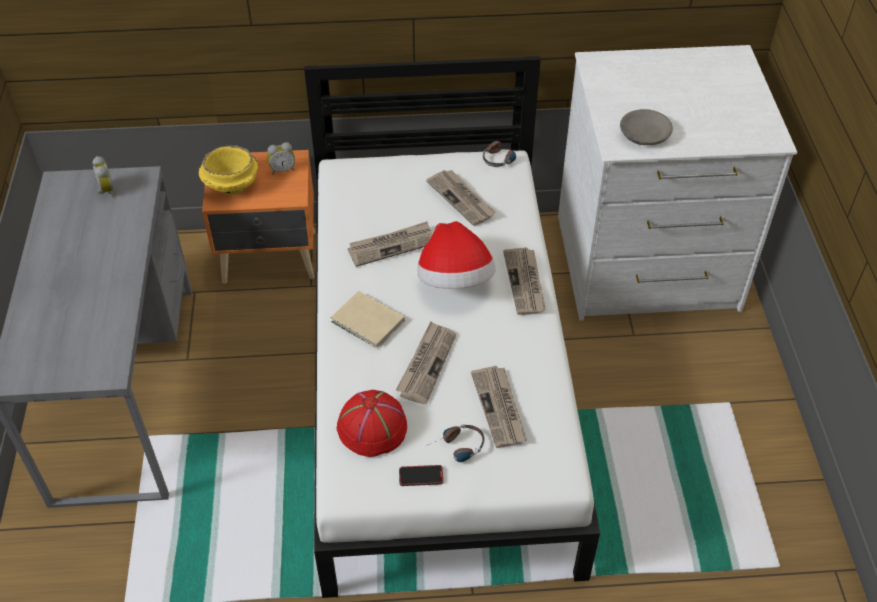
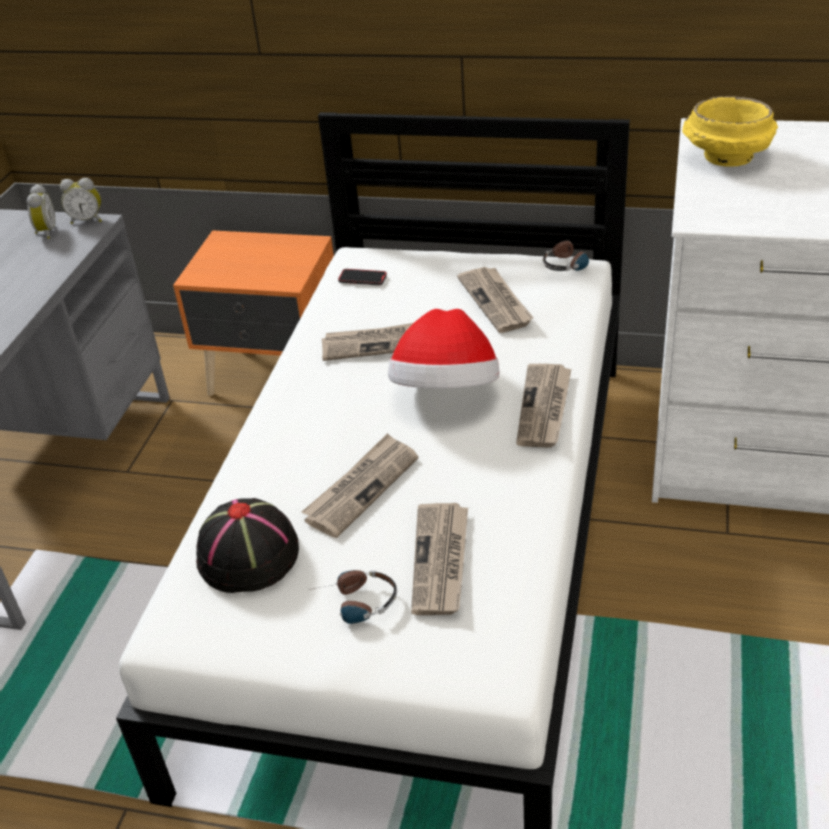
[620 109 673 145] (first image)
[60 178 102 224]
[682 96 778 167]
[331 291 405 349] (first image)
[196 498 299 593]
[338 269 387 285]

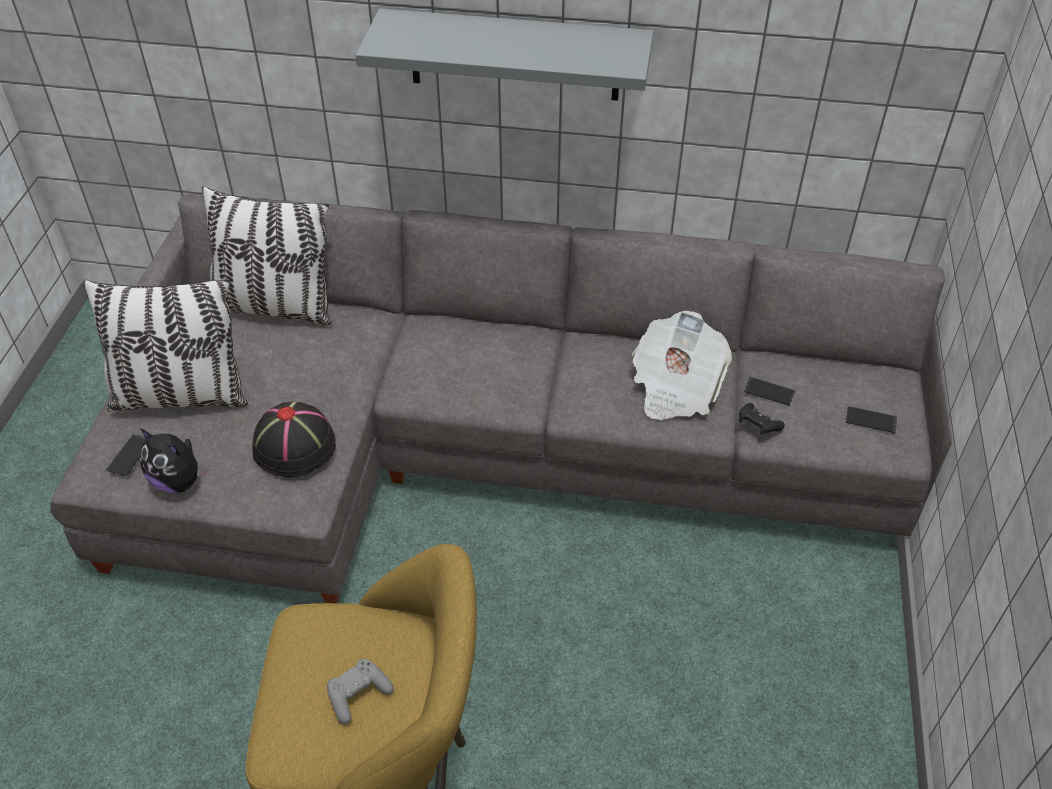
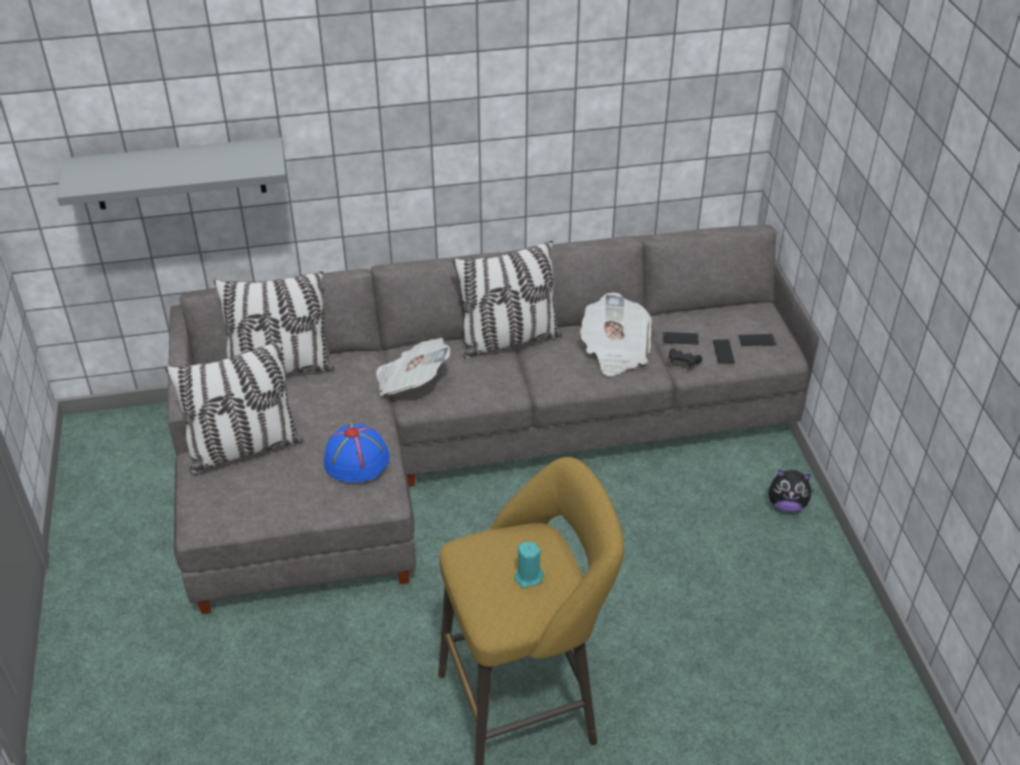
[57 137 287 210]
[324 424 390 483]
[768 470 814 512]
[713 339 735 363]
[514 542 544 589]
[453 240 562 359]
[376 338 450 396]

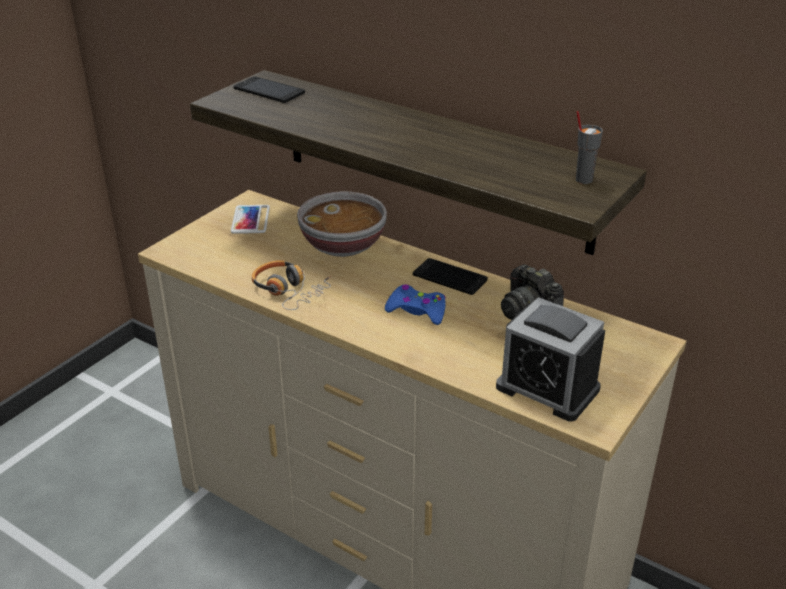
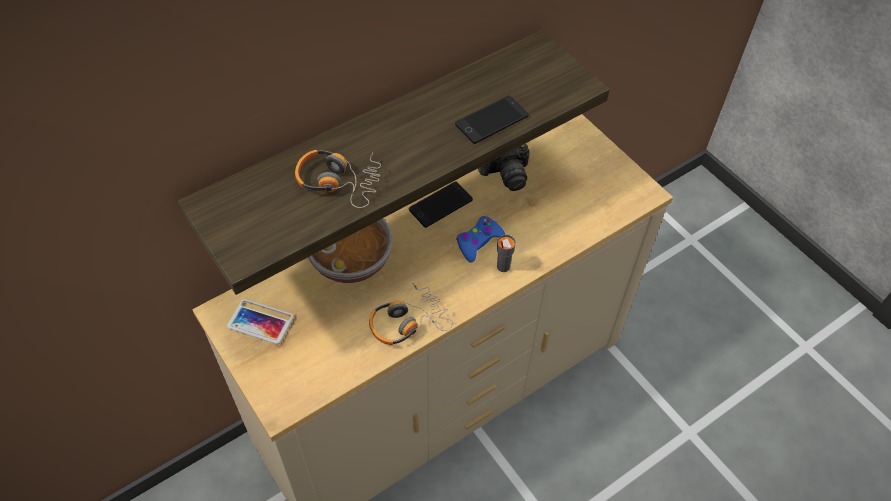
[455 96 529 144]
[497 234 516 272]
[496 297 605 422] (first image)
[295 150 381 208]

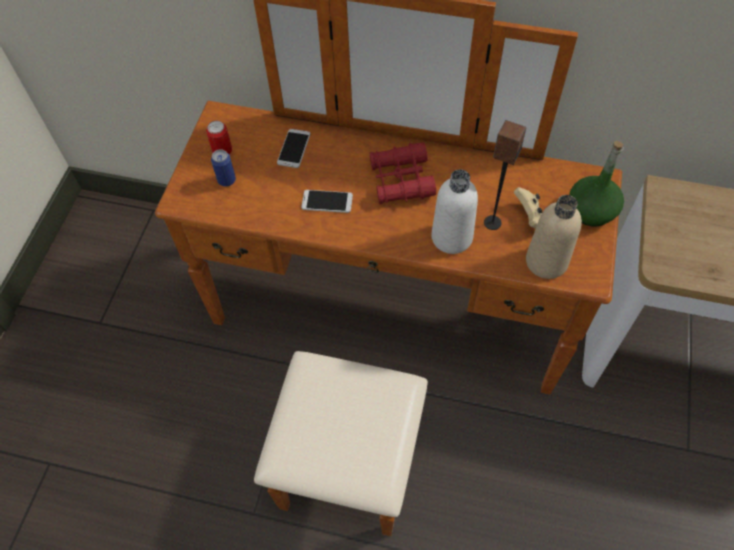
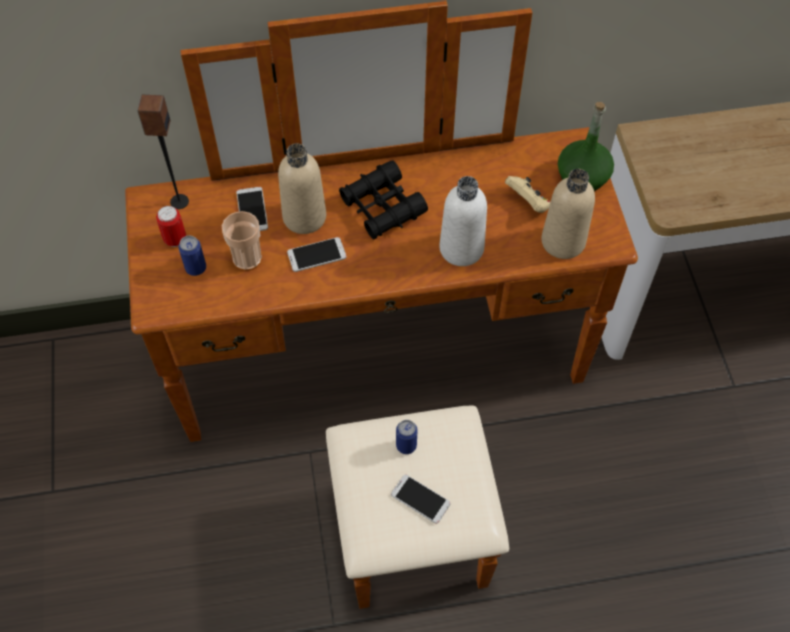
[137 95 189 209]
[339 160 428 239]
[278 143 326 234]
[222 211 262 271]
[396 420 417 454]
[391 474 450 524]

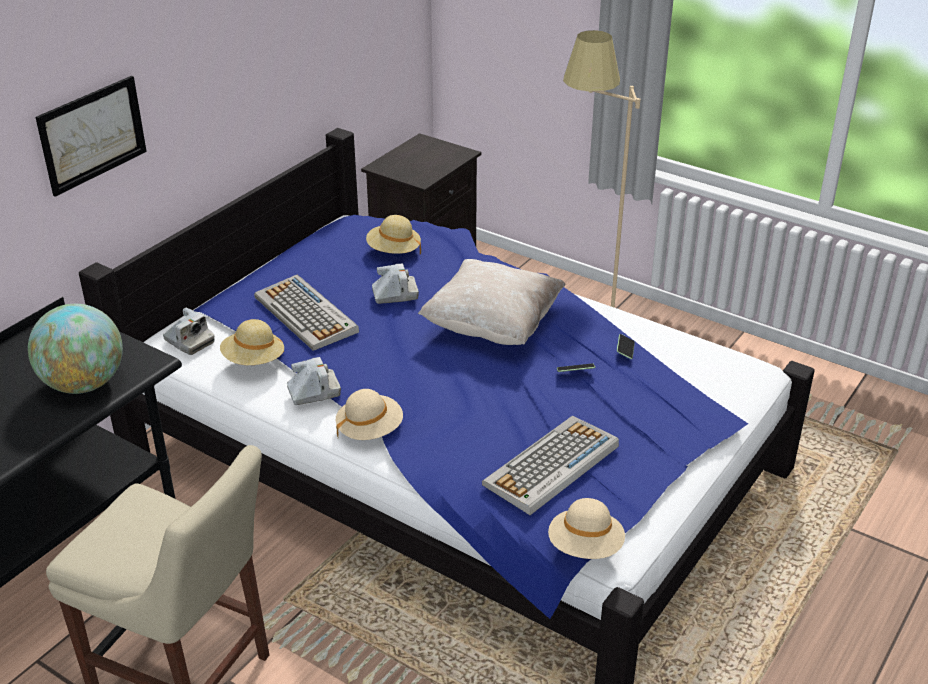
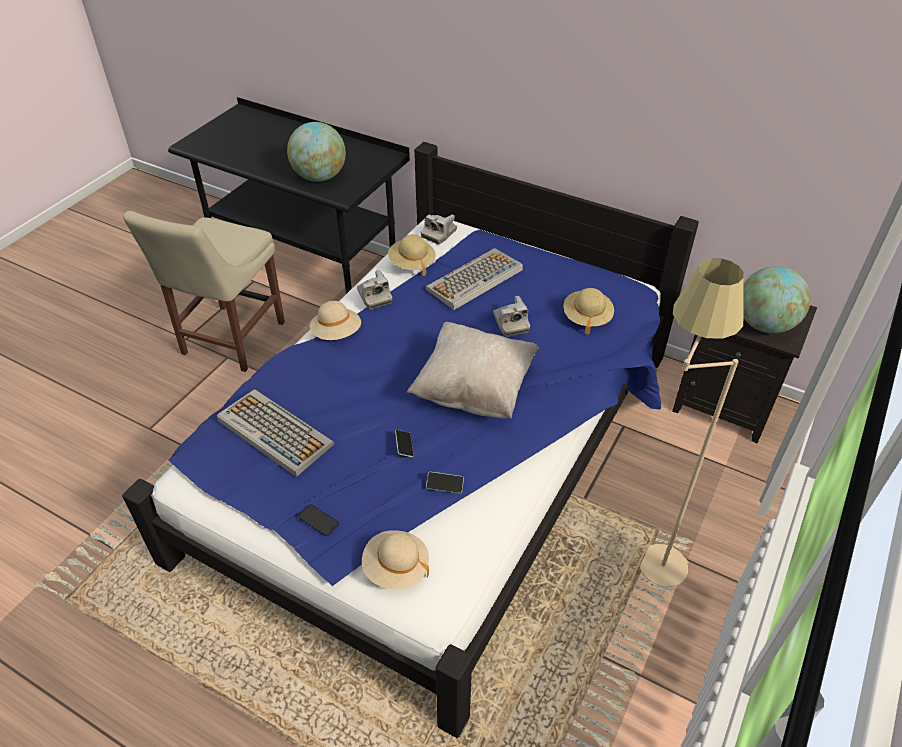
[35 76 147 197] (first image)
[362 530 429 590]
[743 266 811 333]
[298 504 339 536]

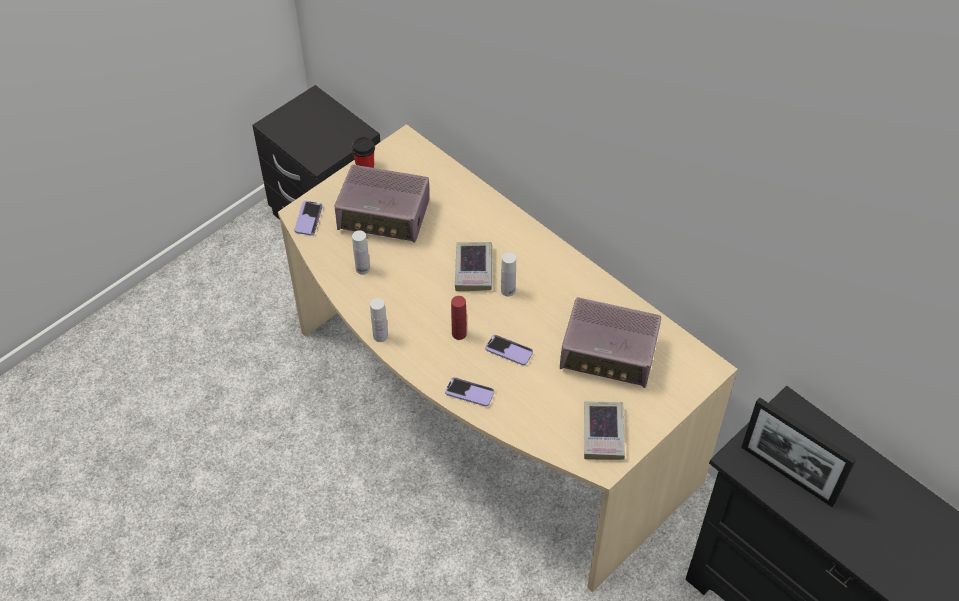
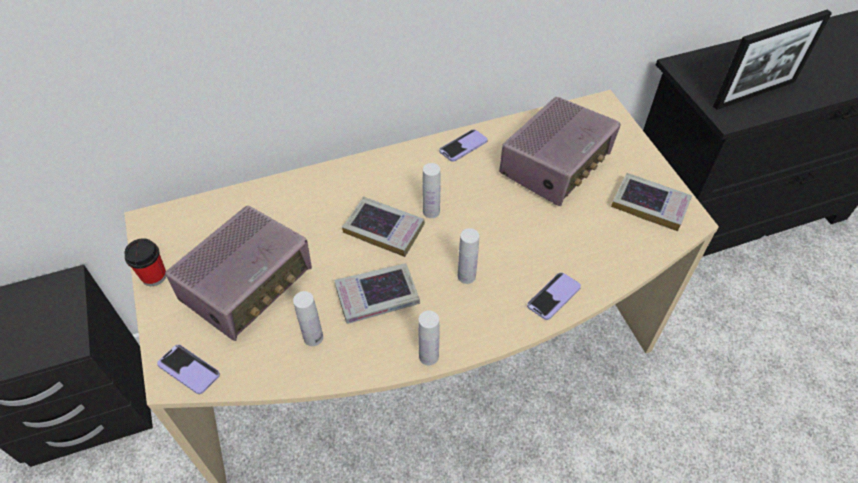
[458 228 479 284]
[439 130 488 162]
[334 263 420 324]

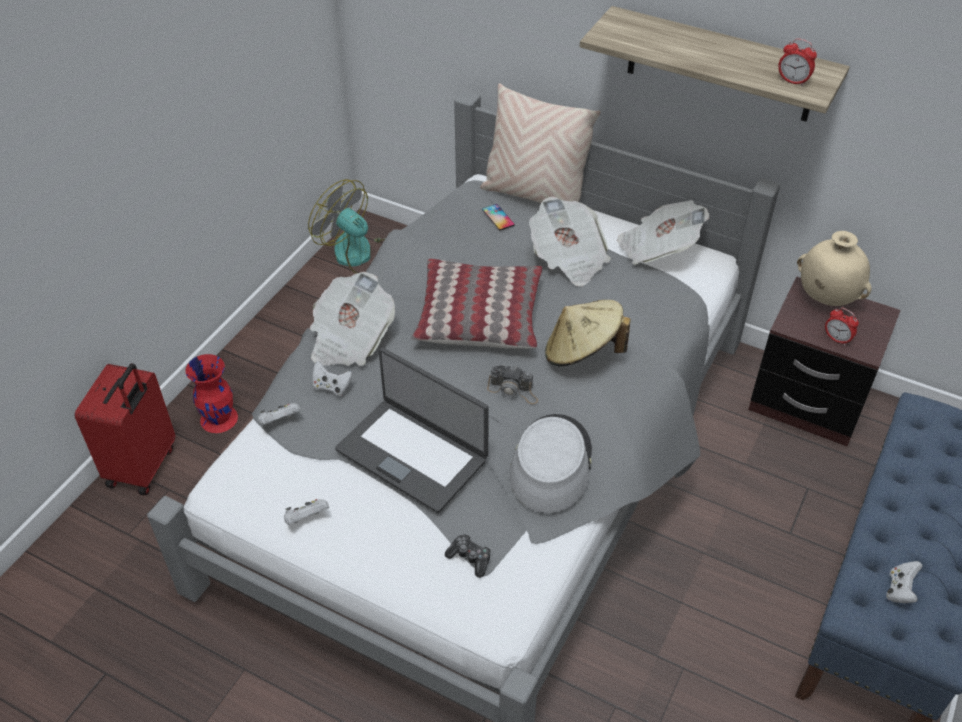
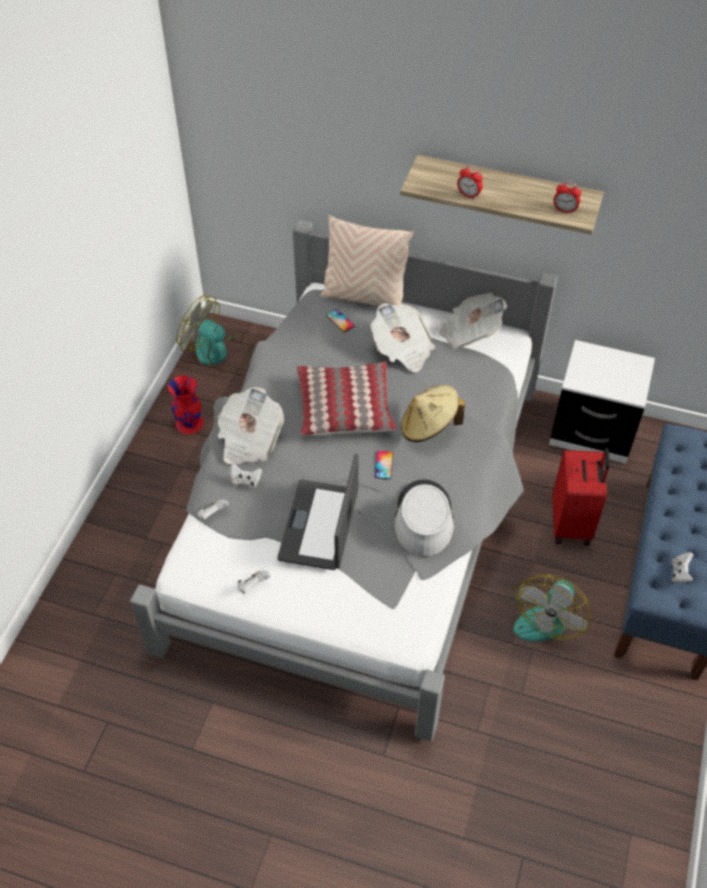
[797 231 872 306] (first image)
[549 340 655 464]
[457 166 483 199]
[277 454 359 570]
[168 375 204 434]
[552 448 610 546]
[375 451 393 479]
[445 534 491 578] (first image)
[512 574 591 641]

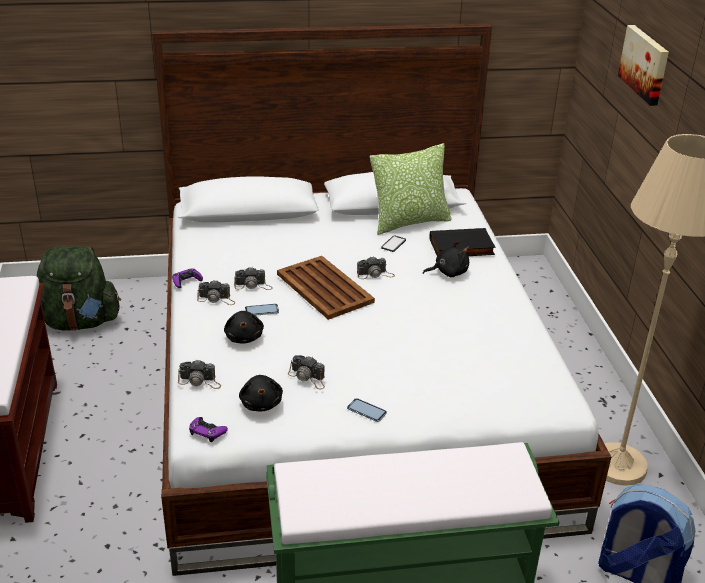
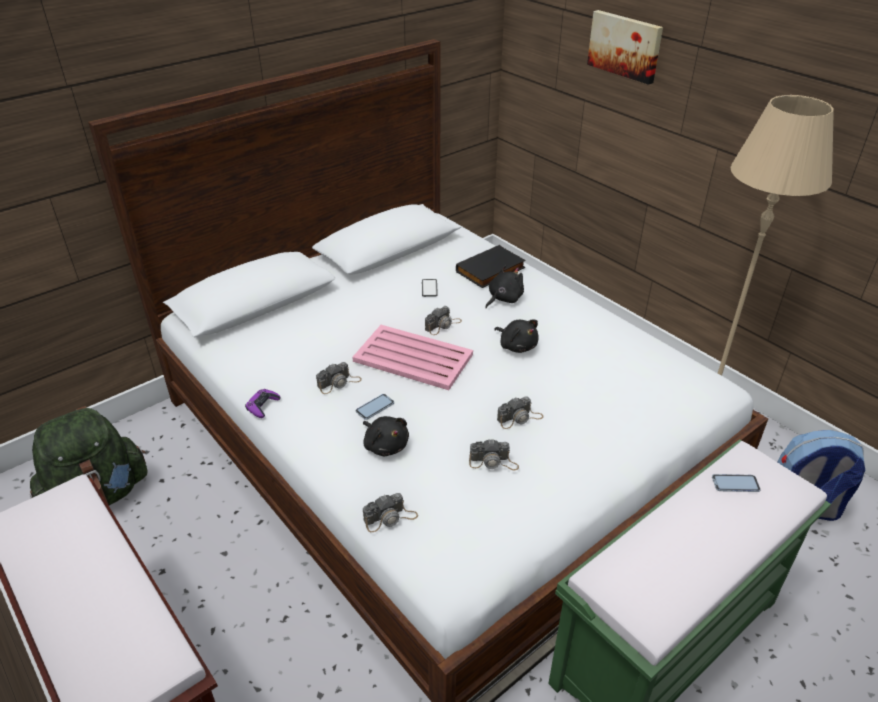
[370 143 452 235] (first image)
[352 325 473 390]
[497 396 543 429]
[494 319 539 353]
[712 474 761 492]
[189 417 228 442] (first image)

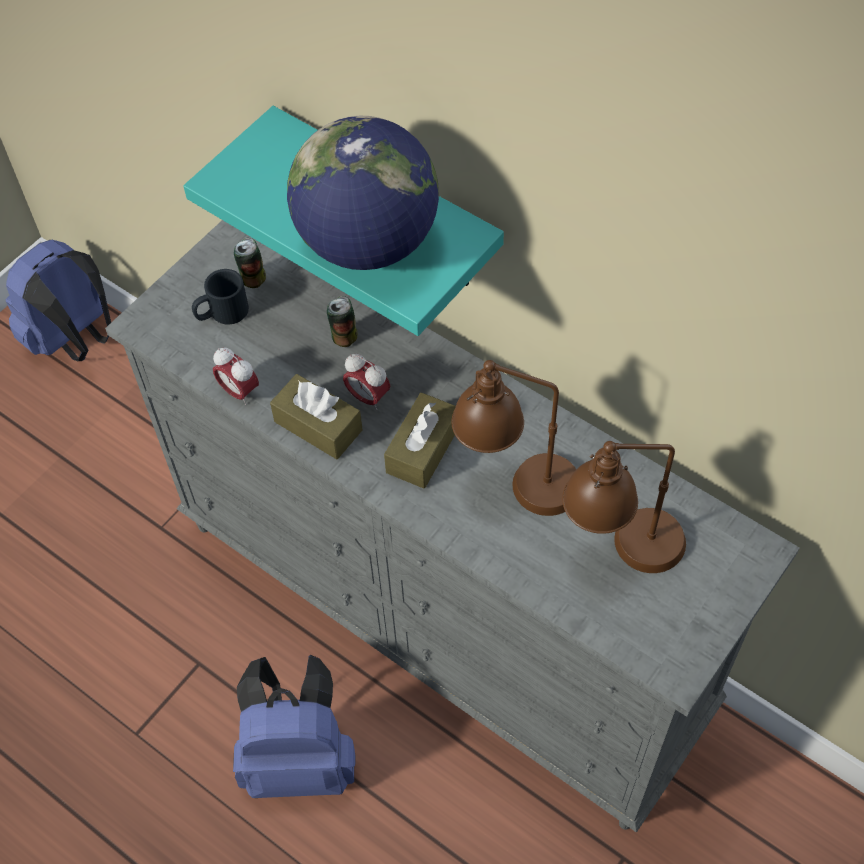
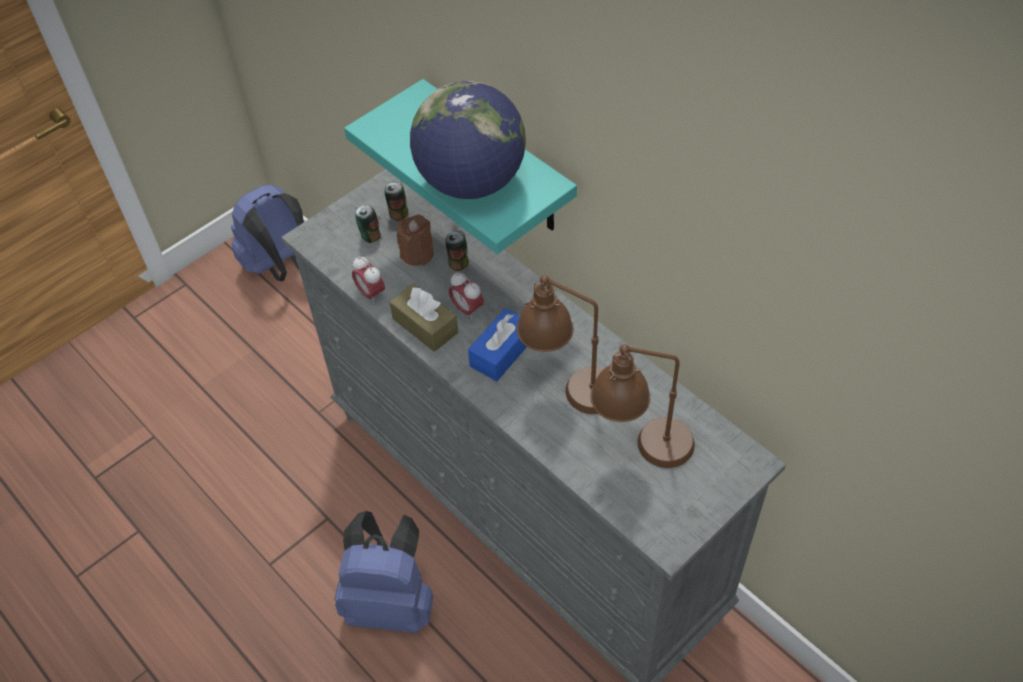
[355 204 381 243]
[468 308 527 381]
[397 214 434 266]

